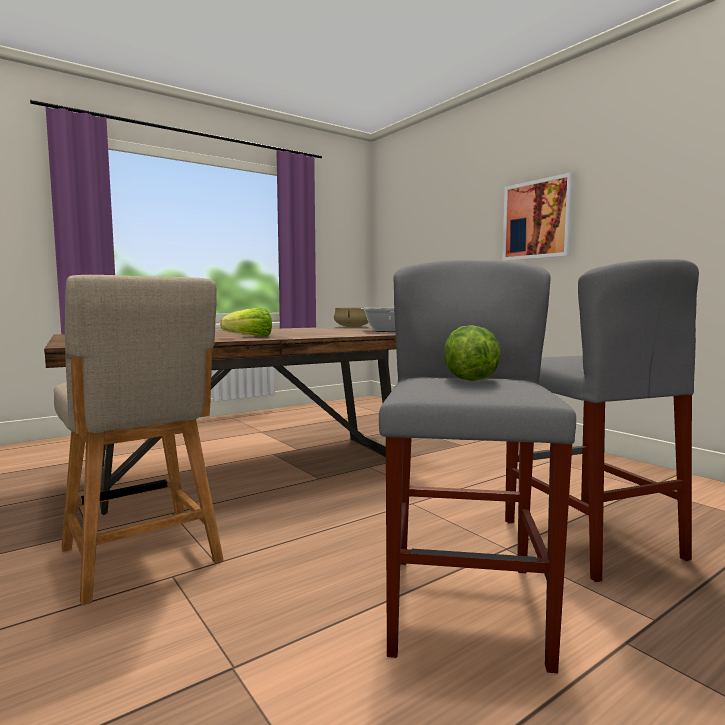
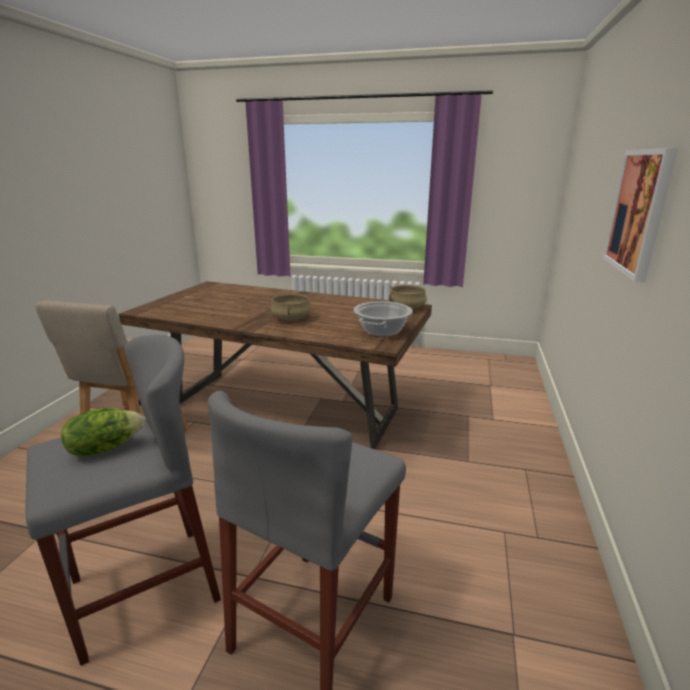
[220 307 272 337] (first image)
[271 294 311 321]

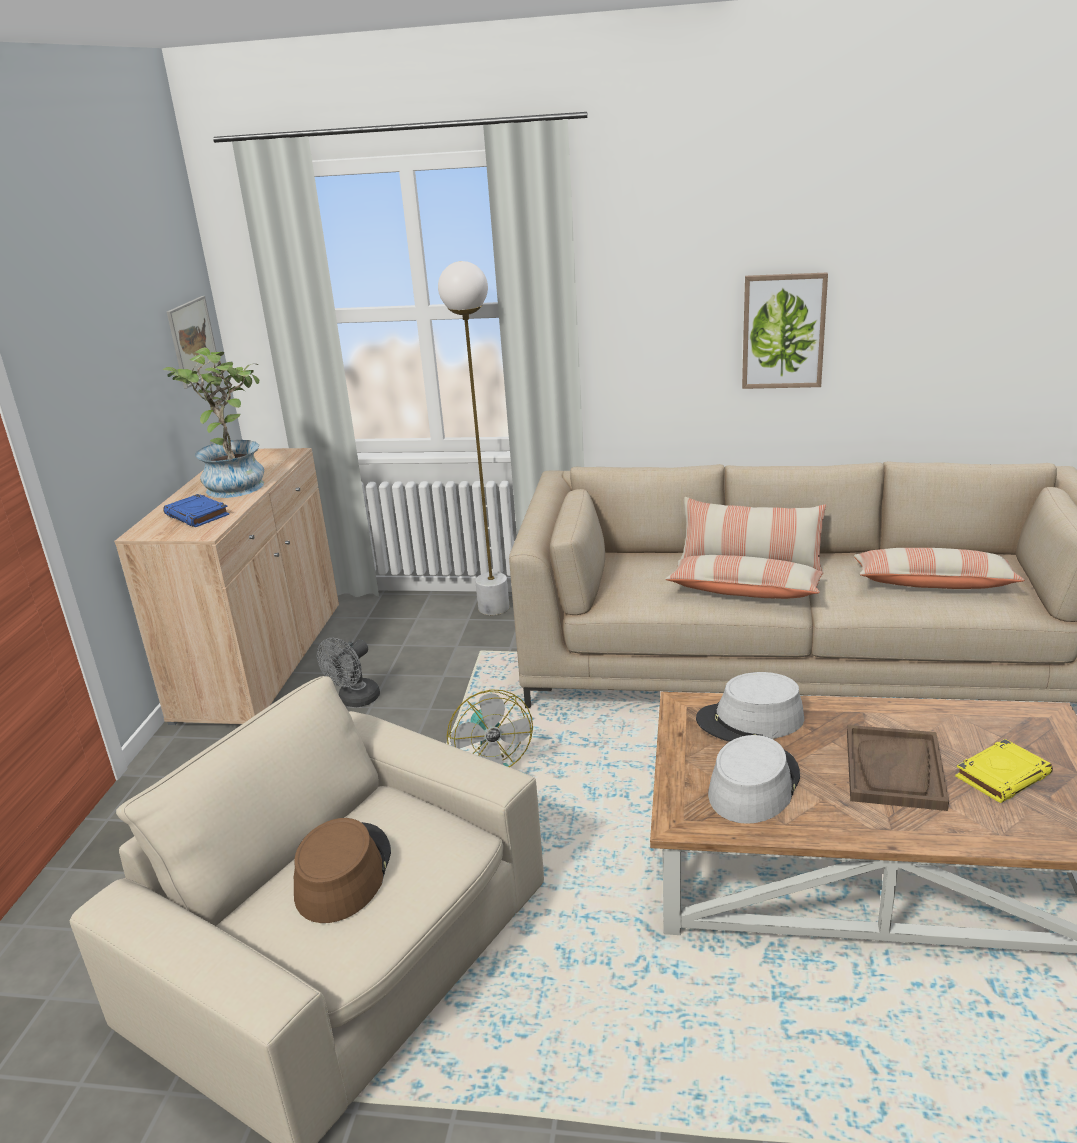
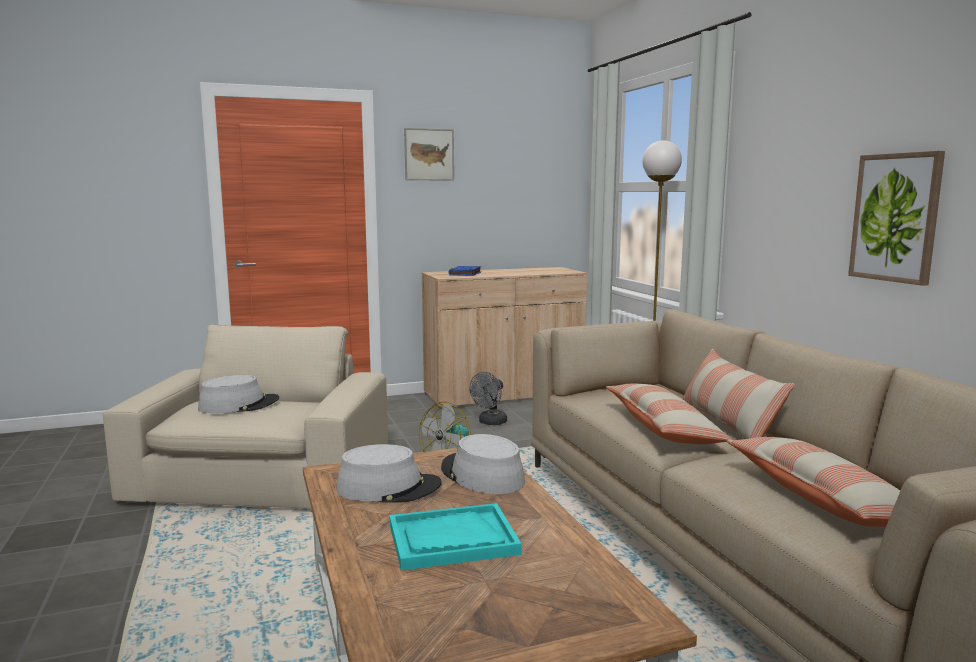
[404 128 454 181]
[163 347 264 498] (first image)
[469 372 507 425]
[389 503 522 571]
[955 739 1053 803] (first image)
[198 375 279 413]

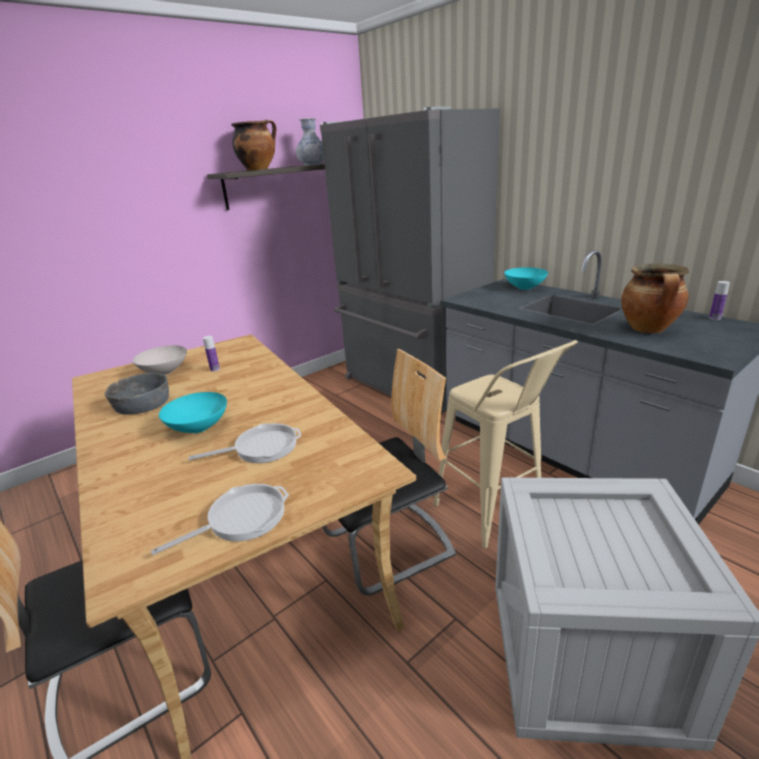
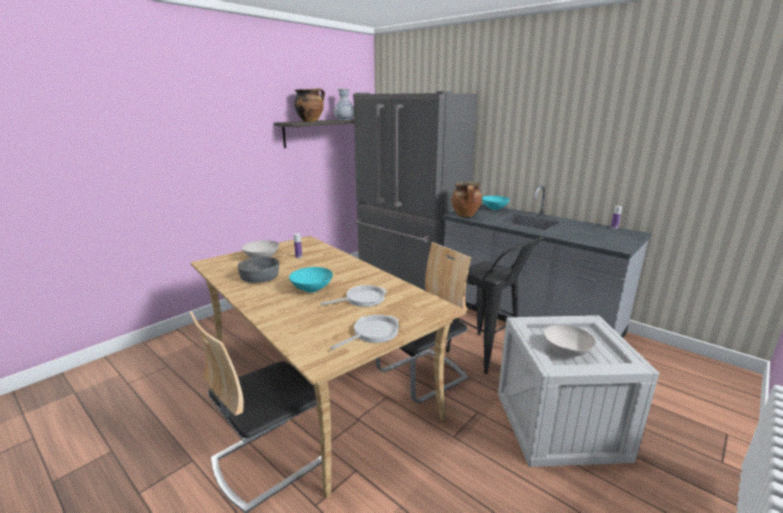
[451 182 482 217]
[446 237 544 374]
[544 325 596 356]

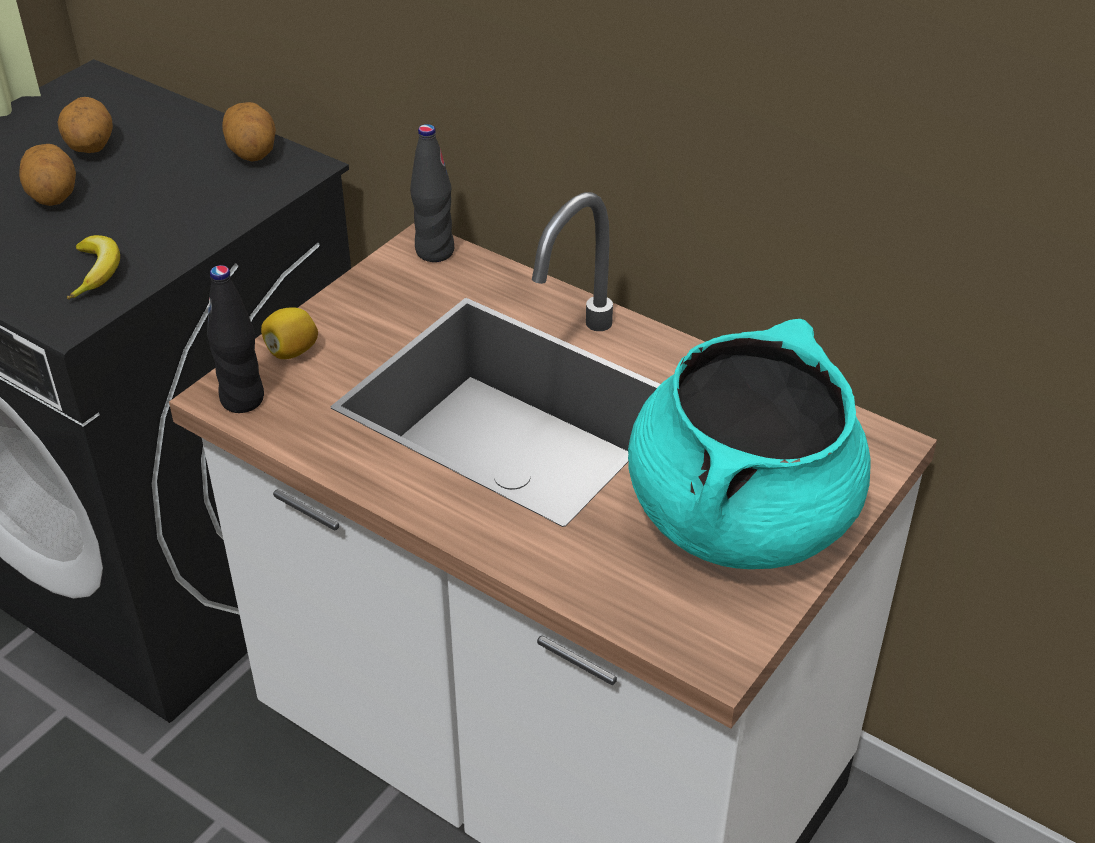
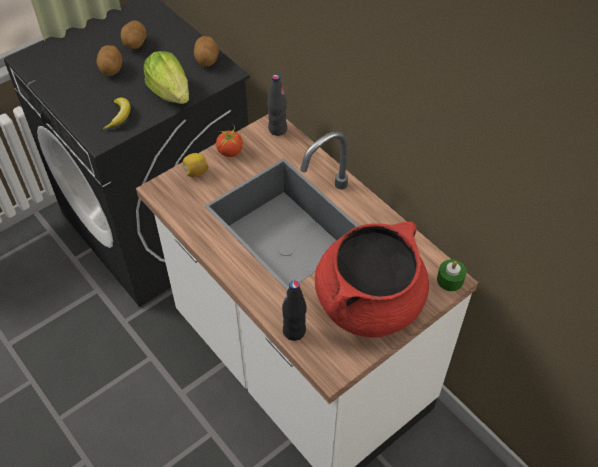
[282 281 307 341]
[315 222 429 338]
[144 51 189 104]
[216 126 243 157]
[437 259 467 291]

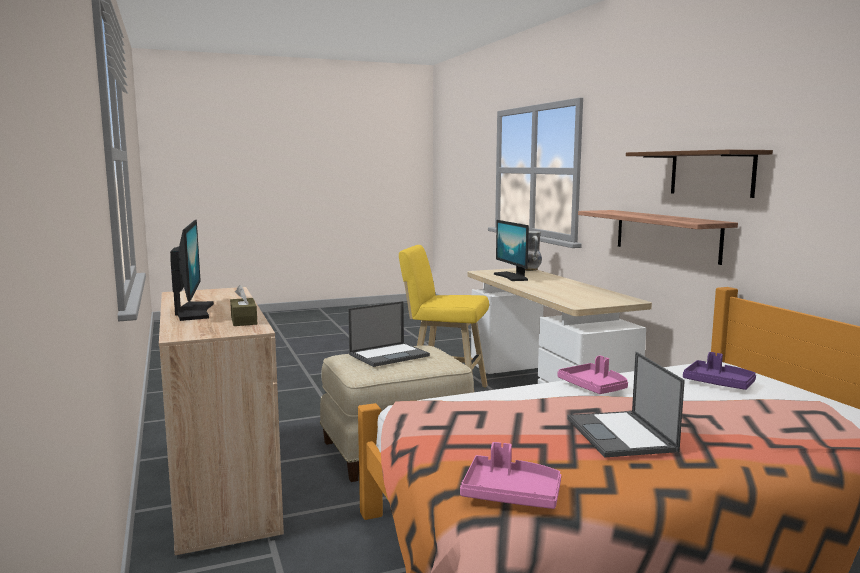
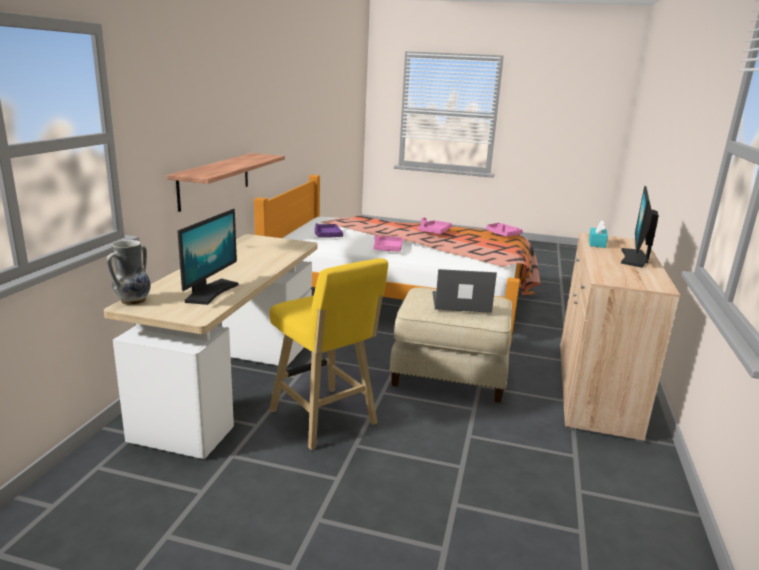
[626 149 773 198] (first image)
[589 220 608 248]
[418 218 452 234]

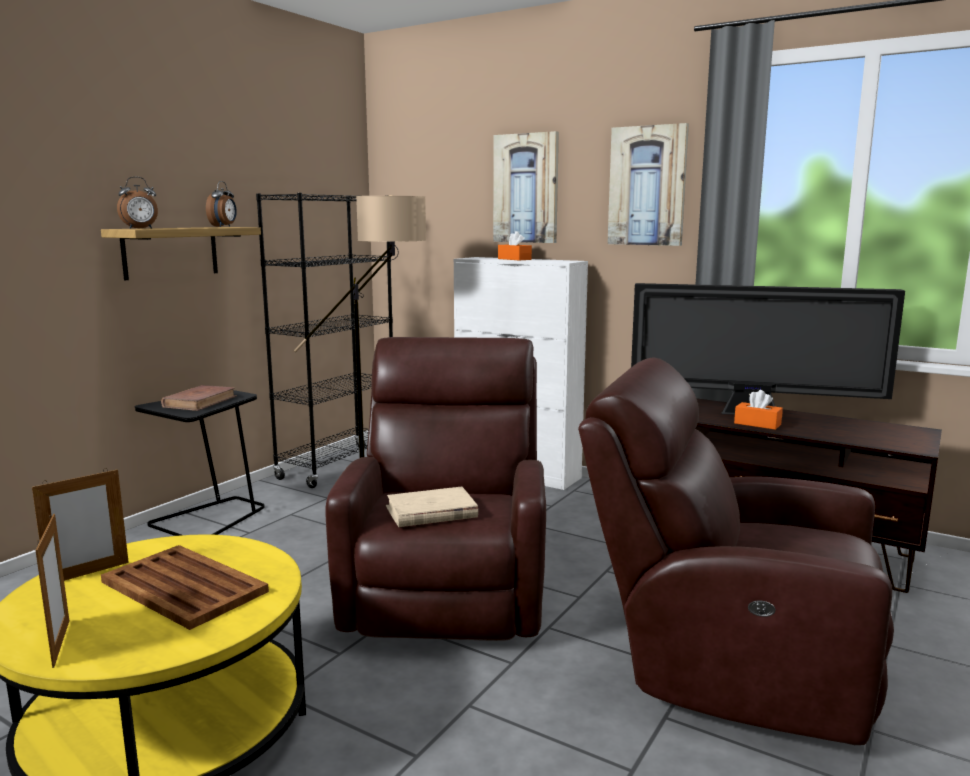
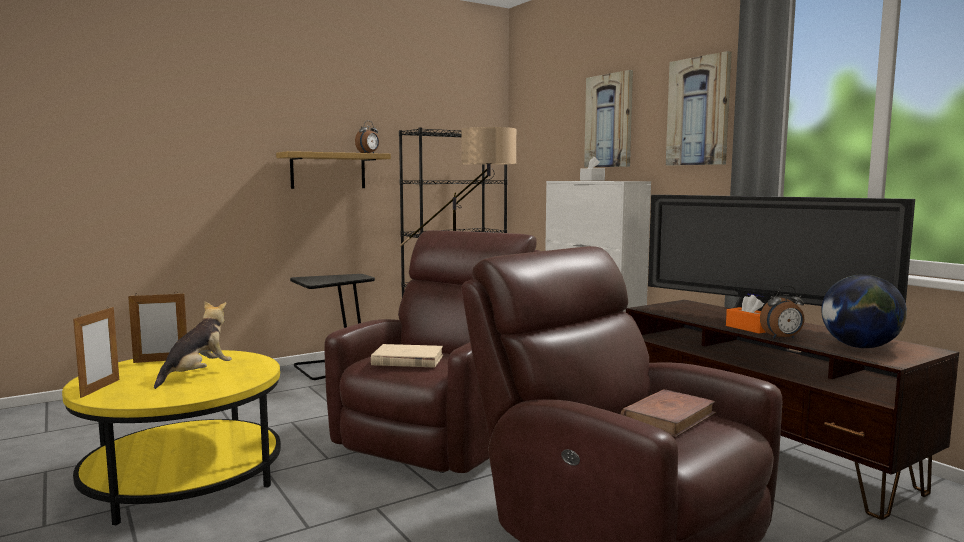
[760 286 804 339]
[580 157 605 181]
[621 389 717 437]
[154 301 232 389]
[821 274 907 348]

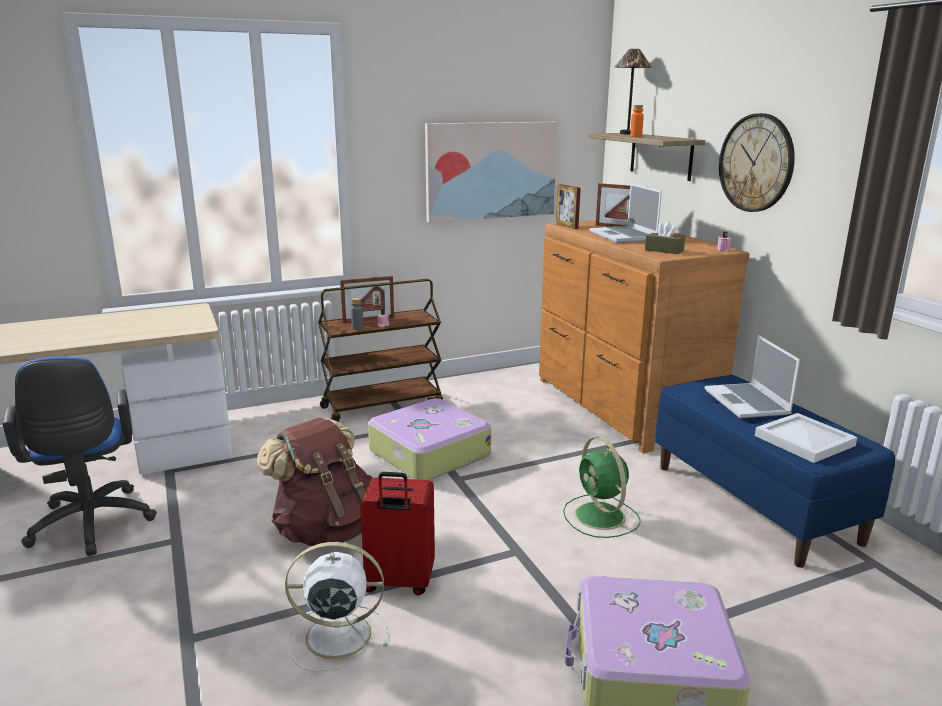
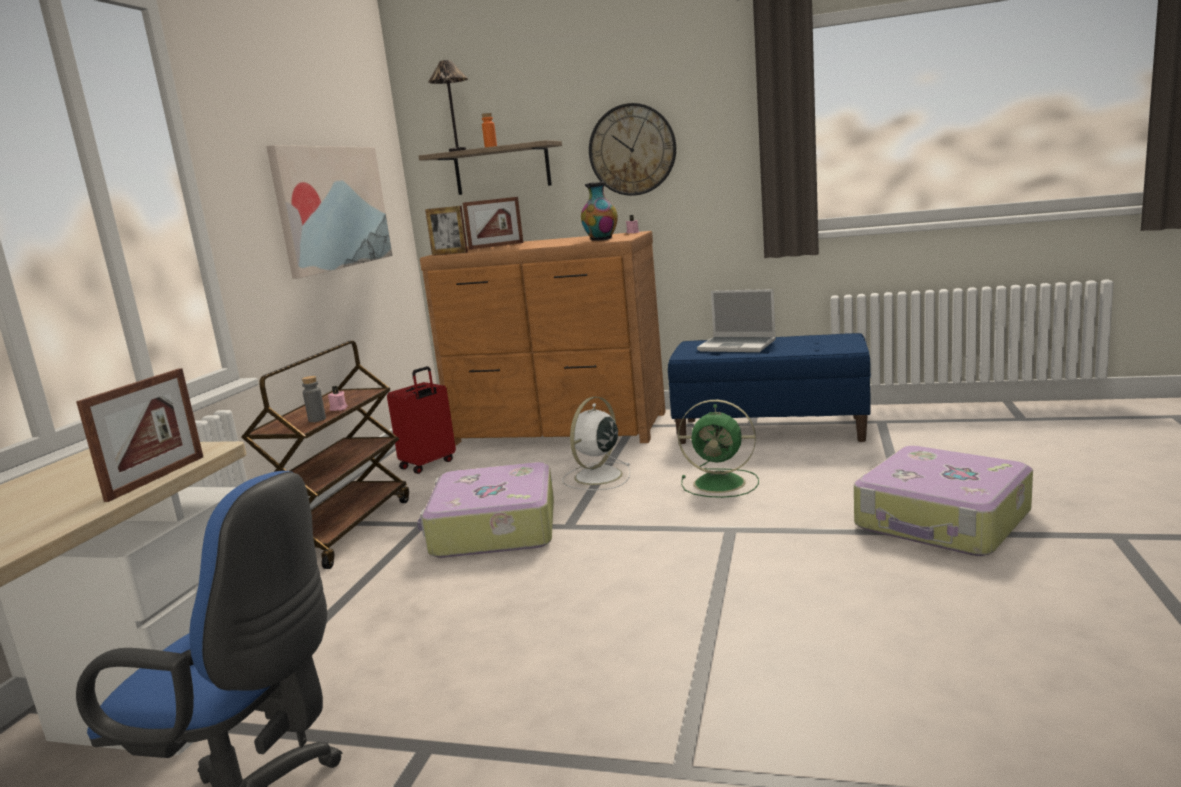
[589 183 662 243] (first image)
[581 181 618 241]
[76 368 203 502]
[755 413 857 463] (first image)
[257 417 373 546] (first image)
[387 366 456 474]
[562 397 630 490]

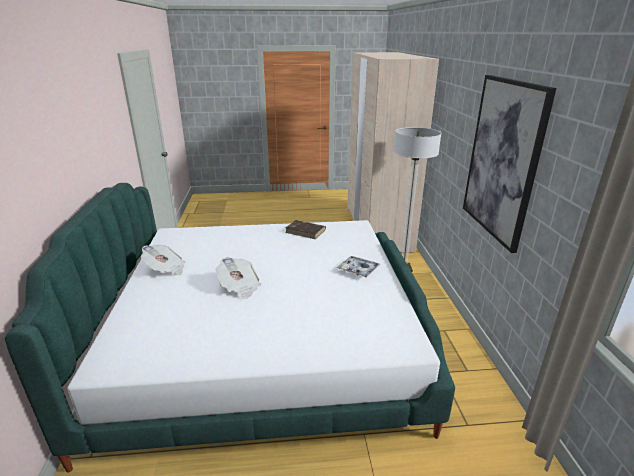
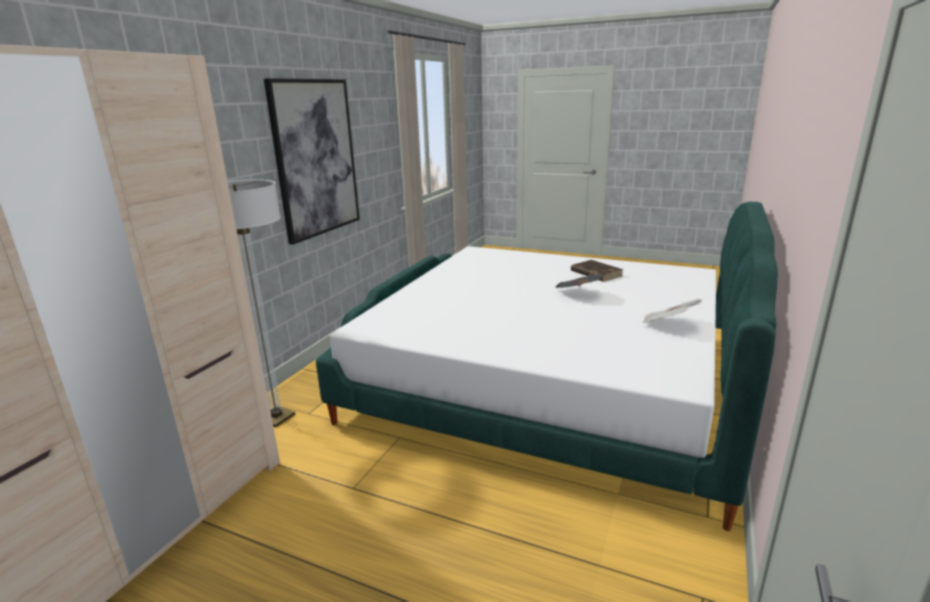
[571 260 623 282]
[336 256 380 278] (first image)

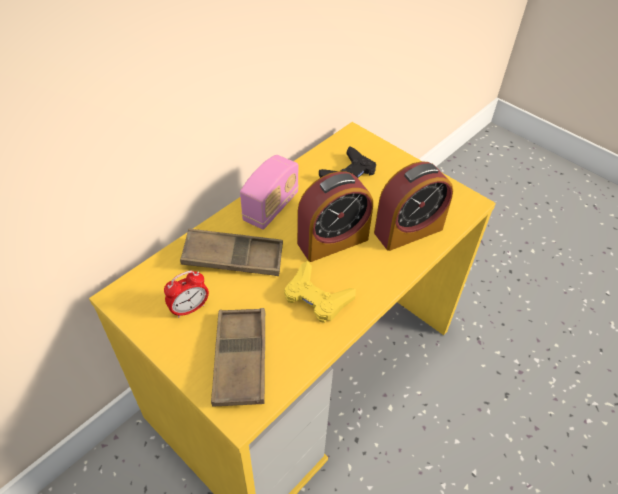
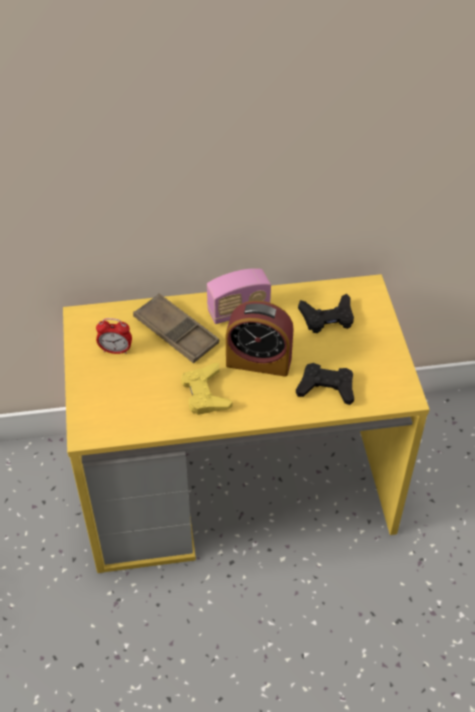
[296 363 354 405]
[211 308 266 407] (first image)

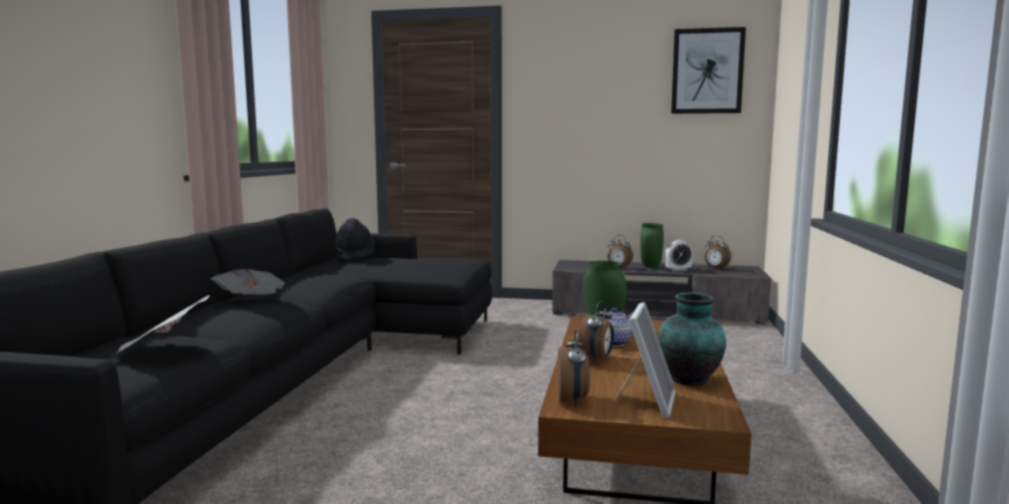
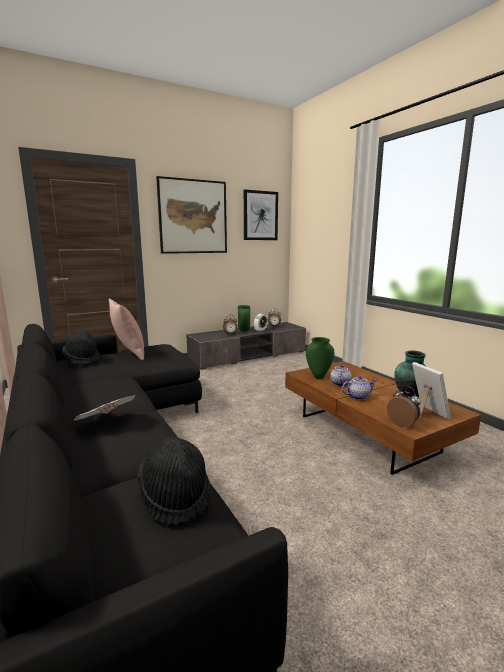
[137 437 211 527]
[342 376 376 400]
[156 176 227 254]
[109 299 144 360]

